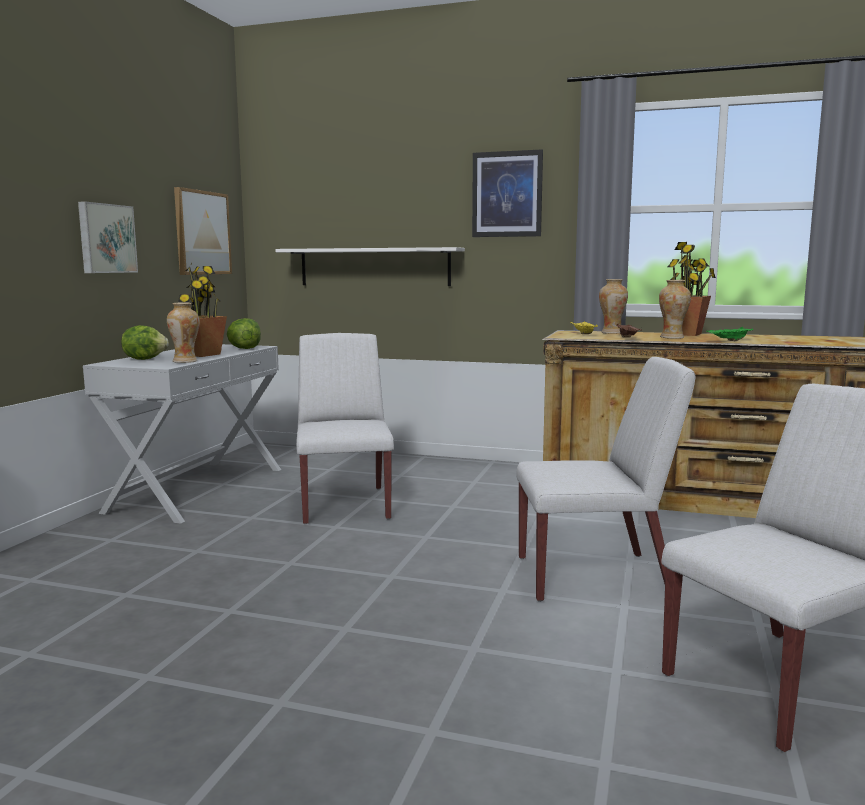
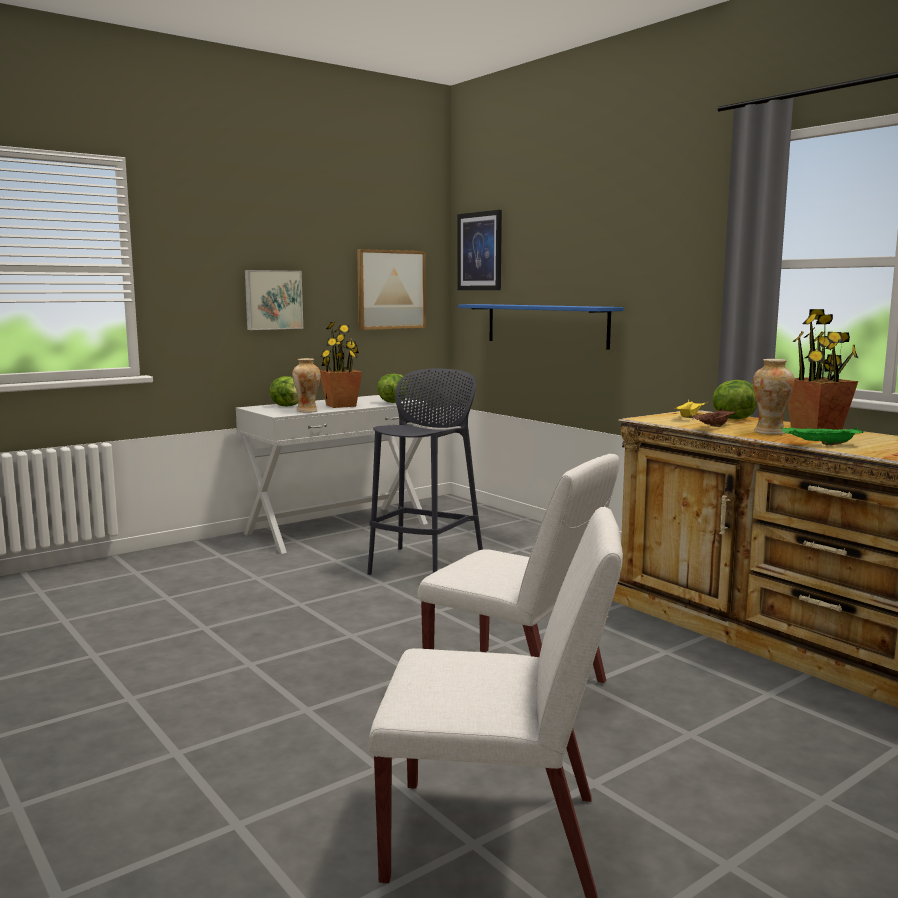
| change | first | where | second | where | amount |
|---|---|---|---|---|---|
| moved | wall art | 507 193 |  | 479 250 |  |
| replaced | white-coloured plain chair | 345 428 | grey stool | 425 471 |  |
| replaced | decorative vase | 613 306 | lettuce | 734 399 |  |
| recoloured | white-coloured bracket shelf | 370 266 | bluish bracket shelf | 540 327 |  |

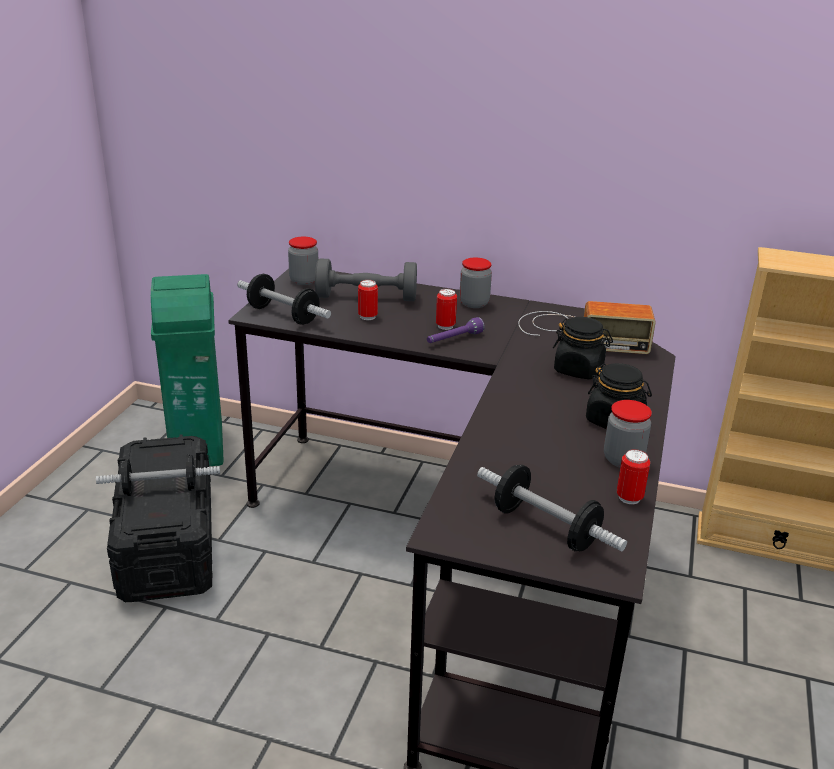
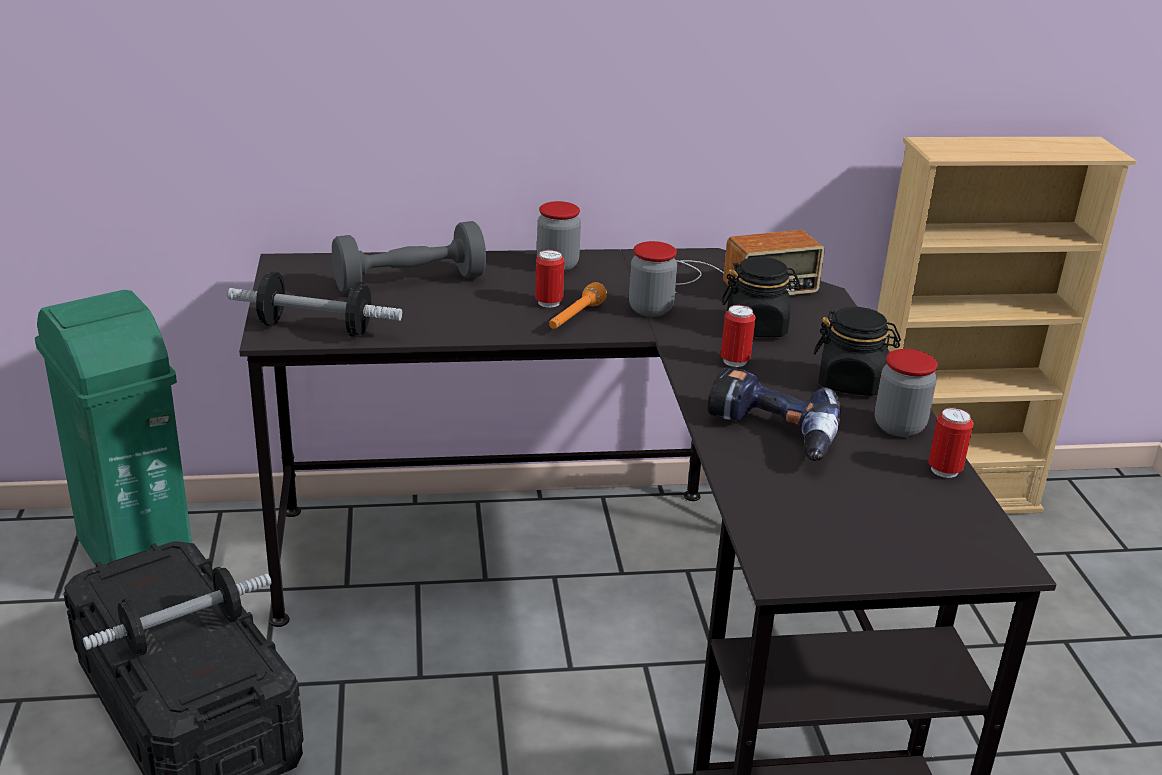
| change | first | where | second | where | amount |
|---|---|---|---|---|---|
| removed | free weight | 552 508 |  |  |  |
| added |  |  | drill | 774 414 |  |
| moved | preserve jar | 303 261 |  | 653 279 |  |
| moved | metal can | 368 300 |  | 738 336 |  |
| recoloured | purple-coloured torch | 456 330 | orange-coloured torch | 578 305 |  |

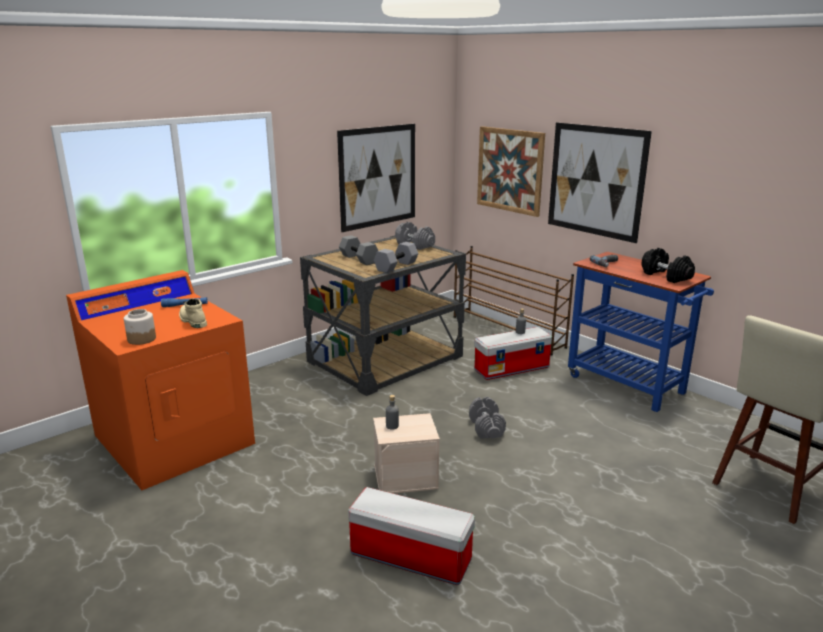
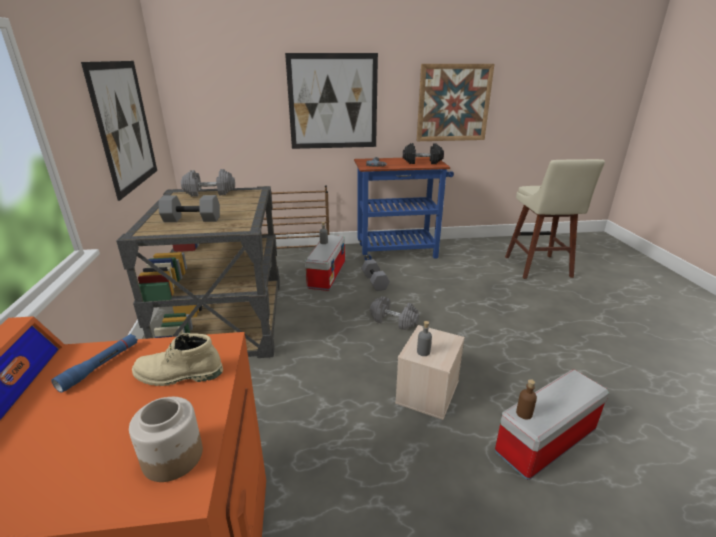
| change | first | where | second | where | amount |
|---|---|---|---|---|---|
| added |  |  | brown drink bottle | 526 399 |  |
| moved | grey free weight | 396 257 |  | 375 275 |  |
| moved | wall art | 511 171 |  | 455 102 |  |

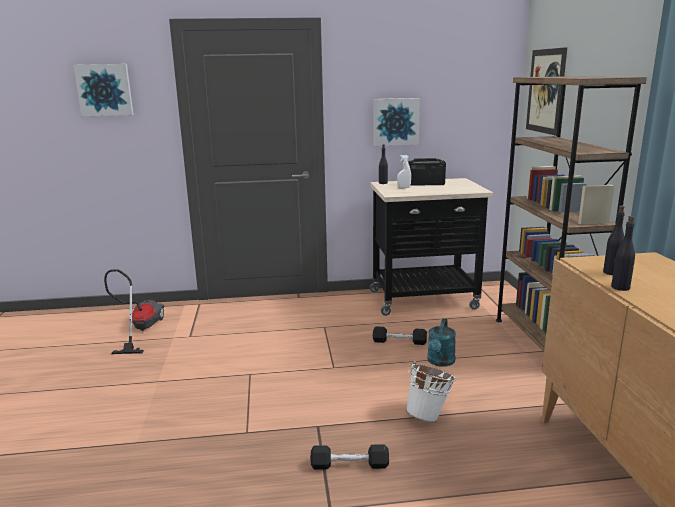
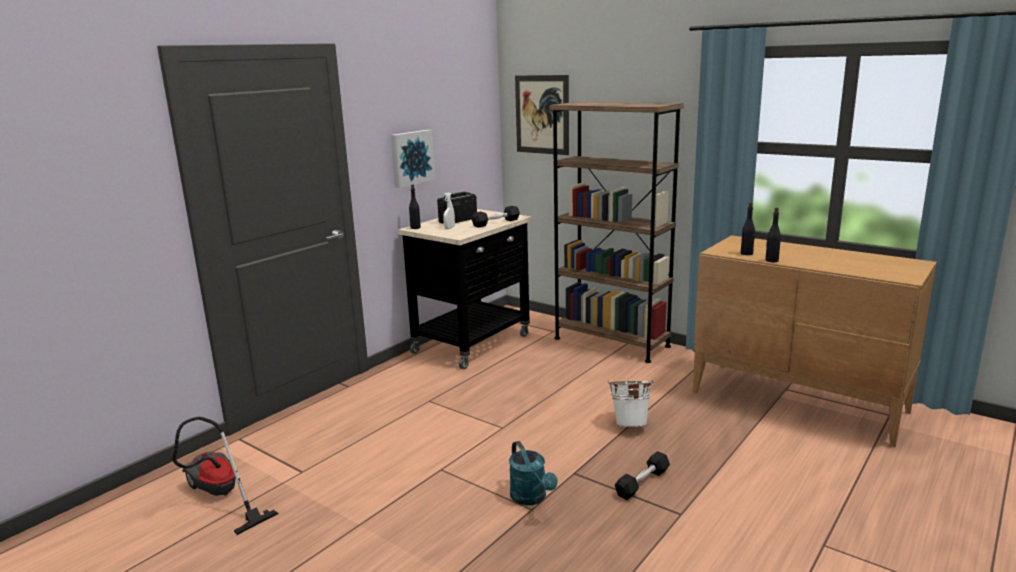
| change | first | where | second | where | amount |
|---|---|---|---|---|---|
| removed | wall art | 104 90 |  |  |  |
| moved | black free weight | 400 335 |  | 496 217 |  |
| moved | turquoise sprinkling can | 441 342 |  | 533 473 |  |

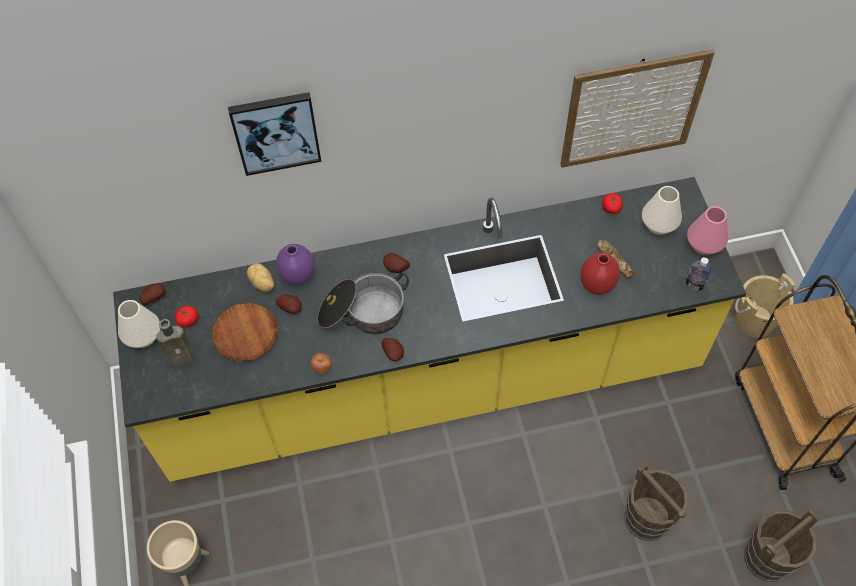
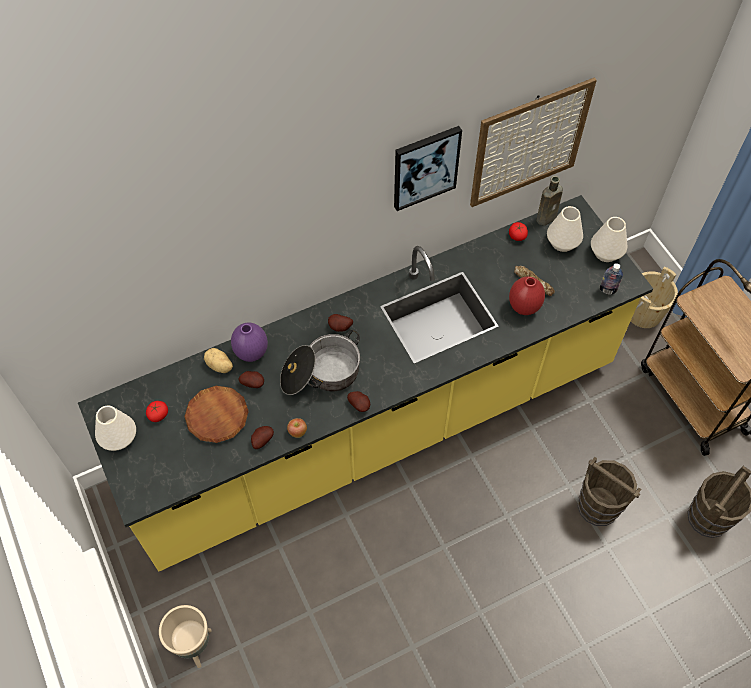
| change | first | where | second | where | amount |
|---|---|---|---|---|---|
| moved | spud | 152 294 |  | 262 437 |  |
| moved | brown drink bottle | 176 343 |  | 550 201 |  |
| moved | wall art | 274 134 |  | 428 168 |  |
| recoloured | pink-coloured decorative vase | 707 230 | white-coloured decorative vase | 609 239 |  |

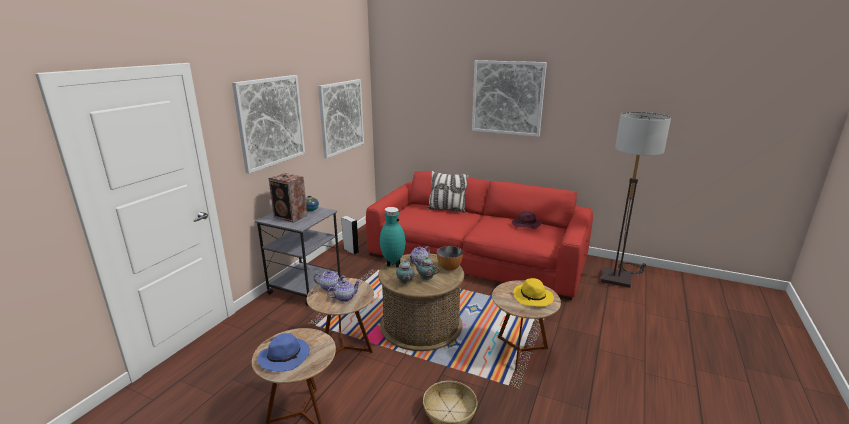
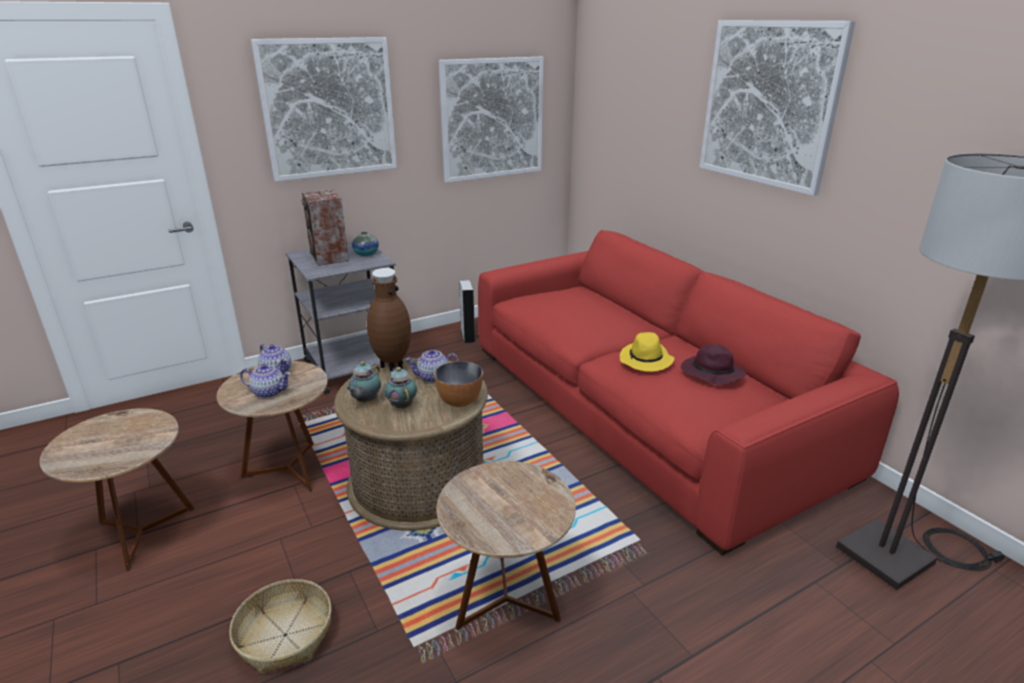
| change | first | where | second | where | amount |
|---|---|---|---|---|---|
| removed | bluish wearable hat | 284 352 |  |  |  |
| removed | pillow | 448 192 |  |  |  |
| moved | yellowish wearable hat | 533 292 |  | 647 352 |  |
| recoloured | turquoise decorative vase | 393 237 | brown decorative vase | 389 321 |  |

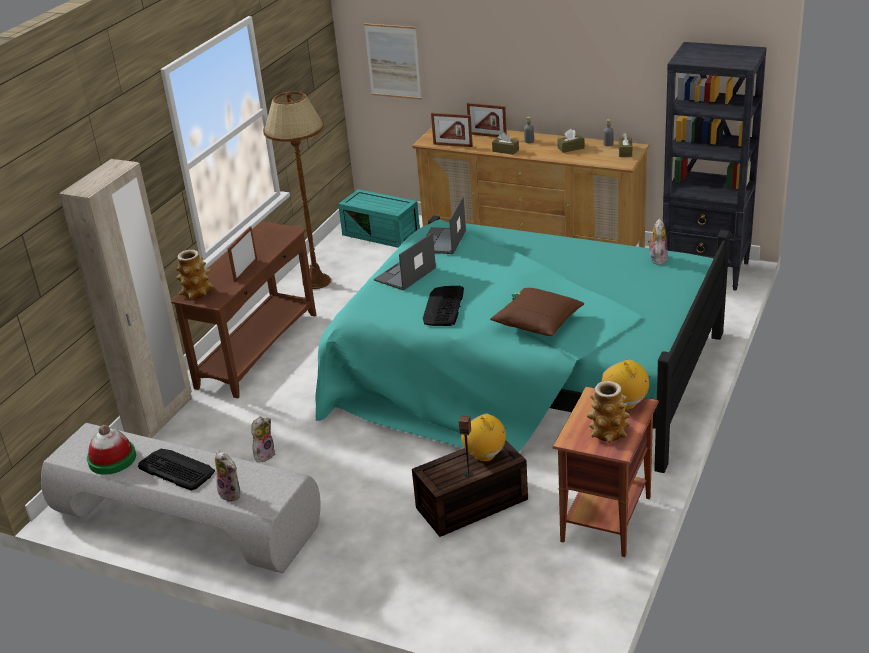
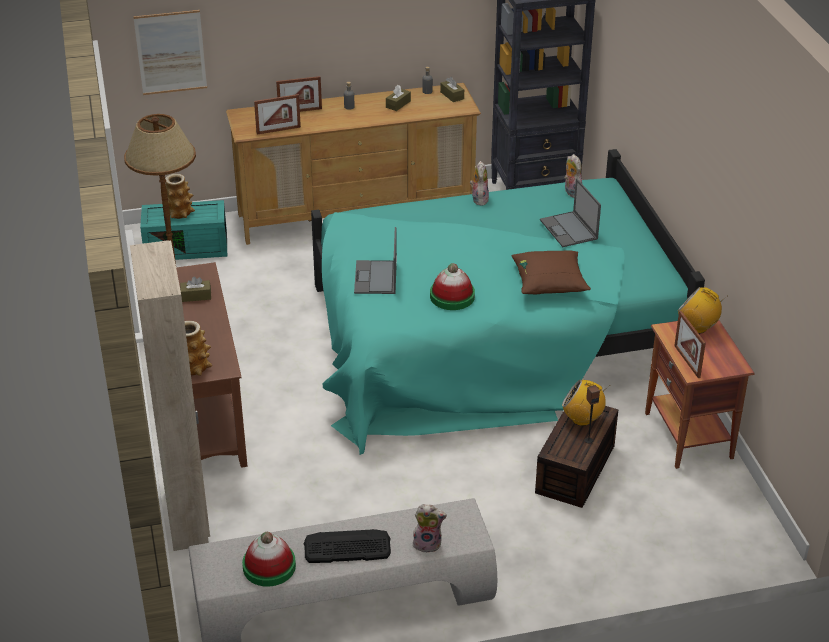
| change | first | where | second | where | amount |
|---|---|---|---|---|---|
| moved | photo frame | 242 254 |  | 690 344 |  |
| moved | soft toy | 263 439 |  | 479 183 |  |
| moved | laptop | 445 225 |  | 570 212 |  |
| moved | brown tissue holder | 505 143 |  | 195 289 |  |
| moved | decorative vase | 608 412 |  | 180 196 |  |
| replaced | PC keyboard | 443 306 | wearable hat | 452 286 |  |

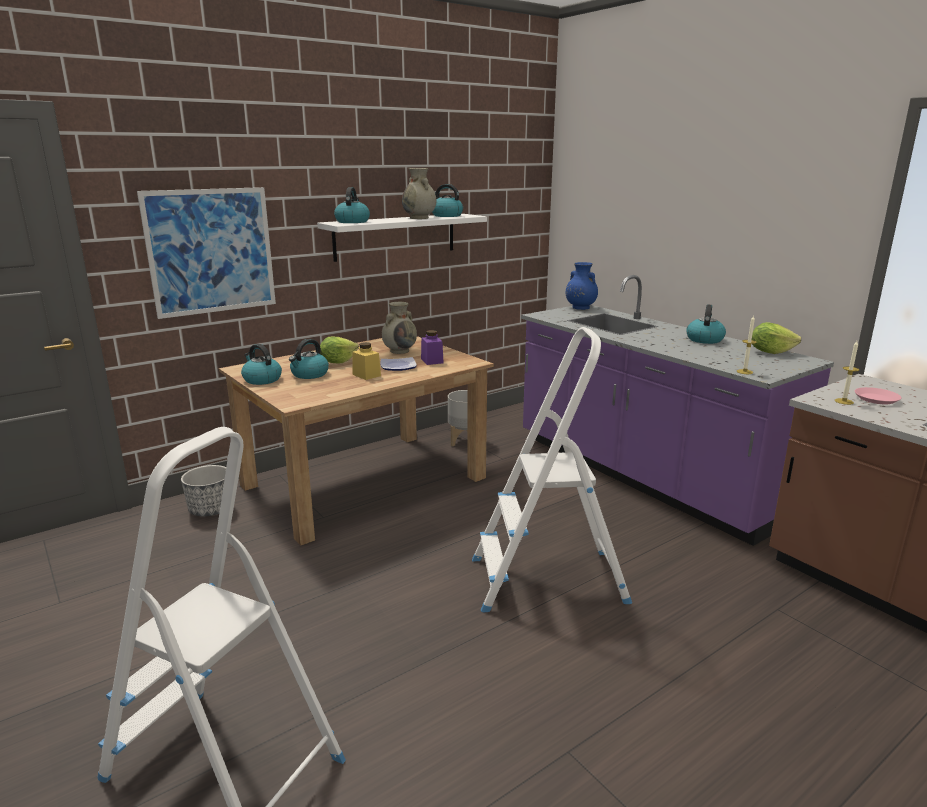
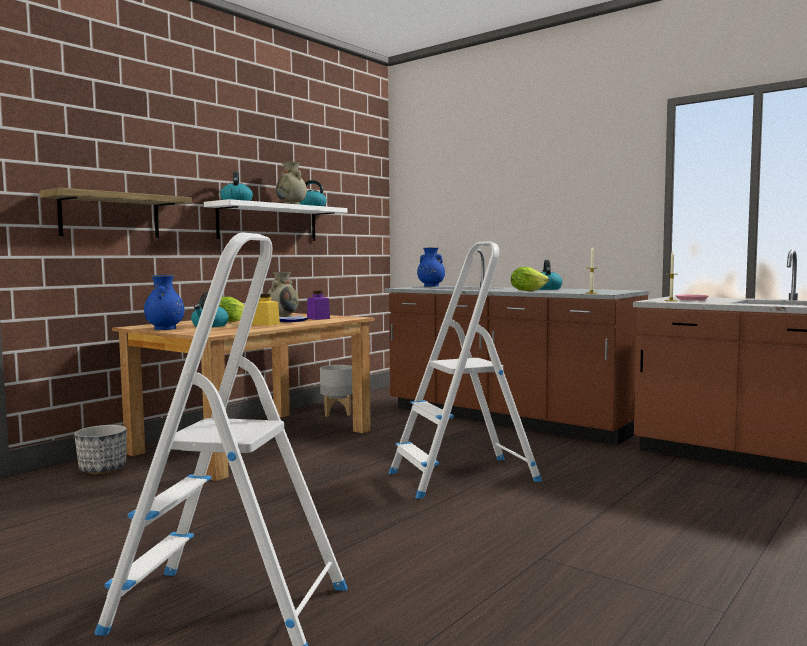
| change | first | where | second | where | amount |
|---|---|---|---|---|---|
| moved | lettuce | 776 338 |  | 530 279 |  |
| replaced | wall art | 206 253 | bracket shelf | 115 213 |  |
| replaced | tea kettle | 261 364 | bluish decorative vase | 164 302 |  |
| recoloured | purple-coloured kitchen counter | 677 410 | brown kitchen counter | 517 347 |  |

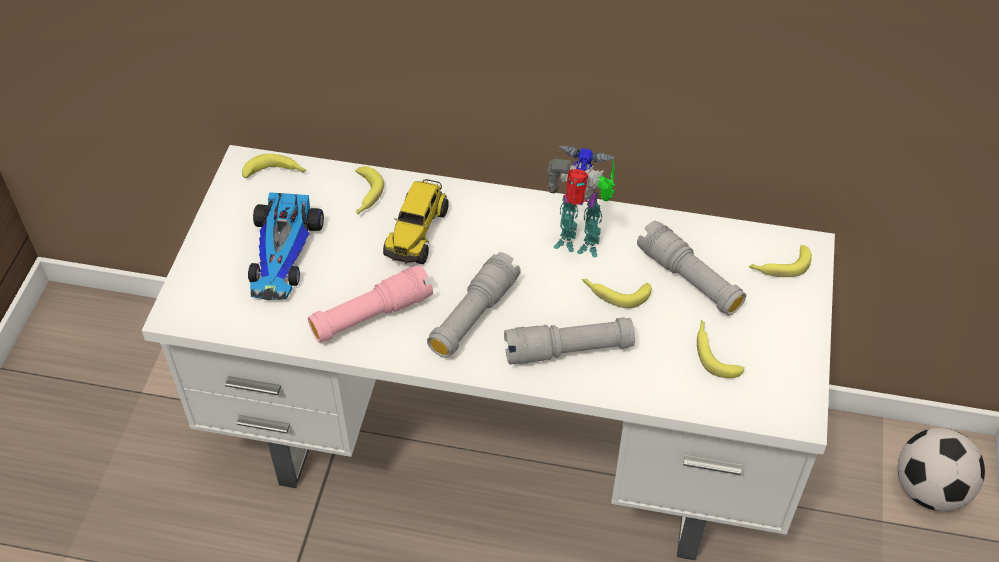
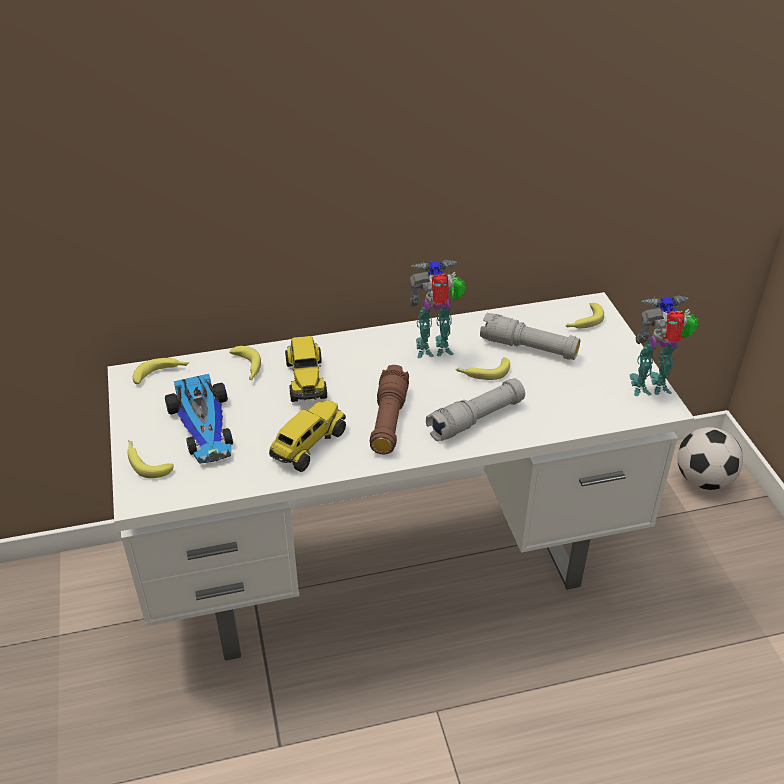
| change | first | where | second | where | amount |
|---|---|---|---|---|---|
| added |  |  | robot figure | 664 345 |  |
| moved | banana fruit | 721 349 |  | 150 459 |  |
| replaced | pink-coloured torch | 370 304 | toy truck | 307 436 |  |
| recoloured | grey torch | 474 305 | brown torch | 389 409 |  |

